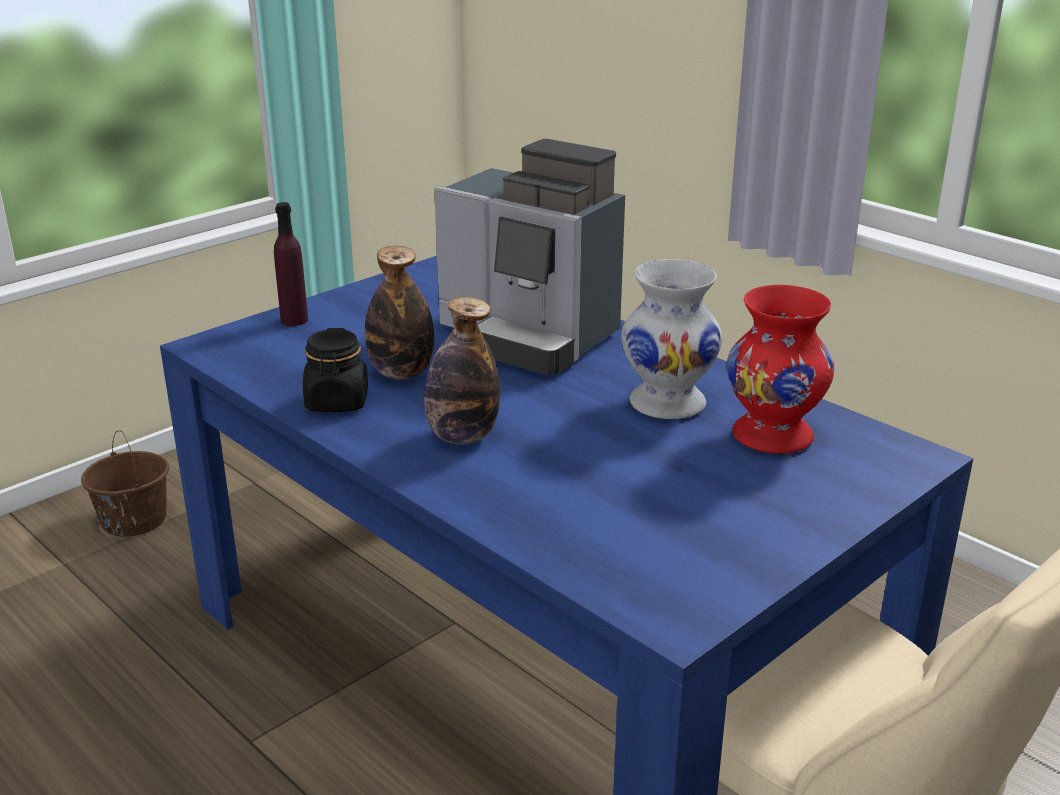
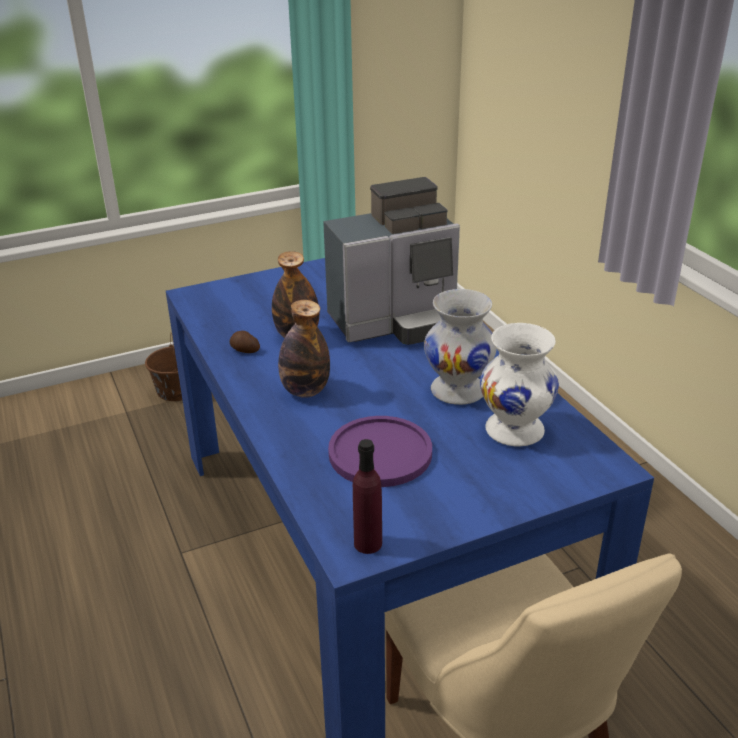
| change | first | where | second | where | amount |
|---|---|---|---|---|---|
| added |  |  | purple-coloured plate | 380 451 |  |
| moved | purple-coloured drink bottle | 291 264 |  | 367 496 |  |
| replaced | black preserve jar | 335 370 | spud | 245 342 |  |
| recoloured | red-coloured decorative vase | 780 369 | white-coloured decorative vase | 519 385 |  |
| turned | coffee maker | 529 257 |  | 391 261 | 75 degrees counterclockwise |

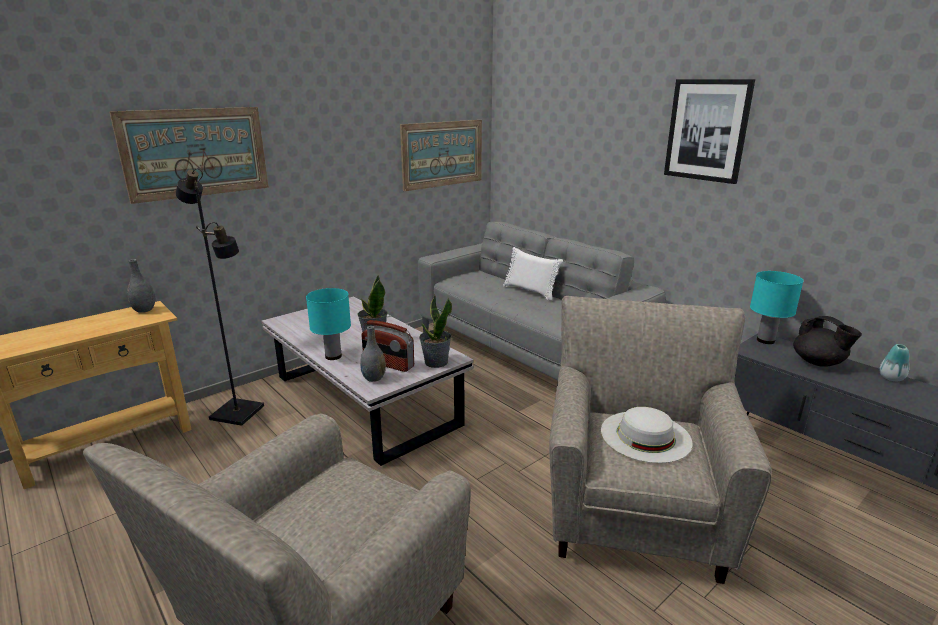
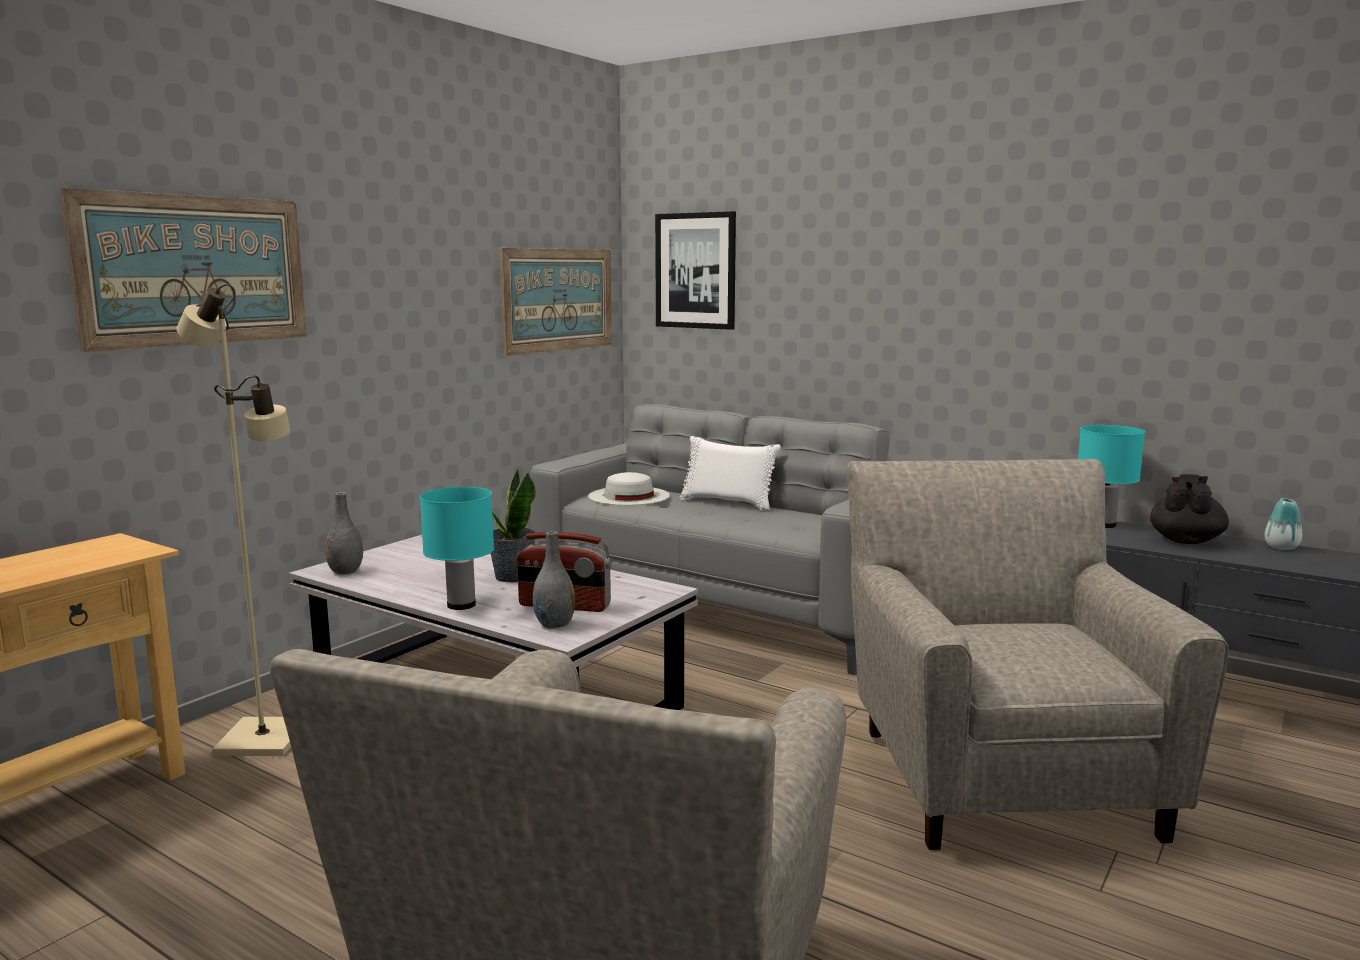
| change | first | where | second | where | amount |
|---|---|---|---|---|---|
| removed | houseplant | 435 331 |  |  |  |
| moved | grey decorative vase | 141 286 |  | 344 533 |  |
| moved | white-coloured wearable hat | 647 435 |  | 629 488 |  |
| moved | wall art | 709 131 |  | 695 270 |  |
| recoloured | black floor lamp | 220 297 | beige-coloured floor lamp | 234 520 |  |
| turned | black teapot | 827 341 |  | 1189 509 | 105 degrees counterclockwise |

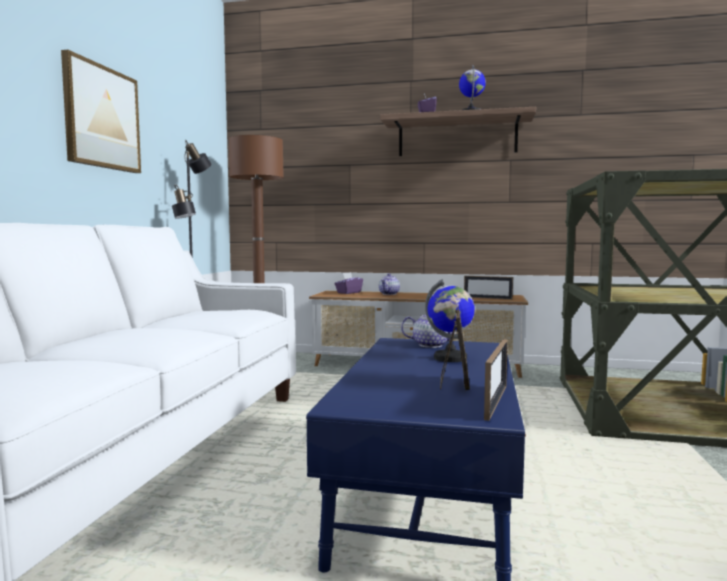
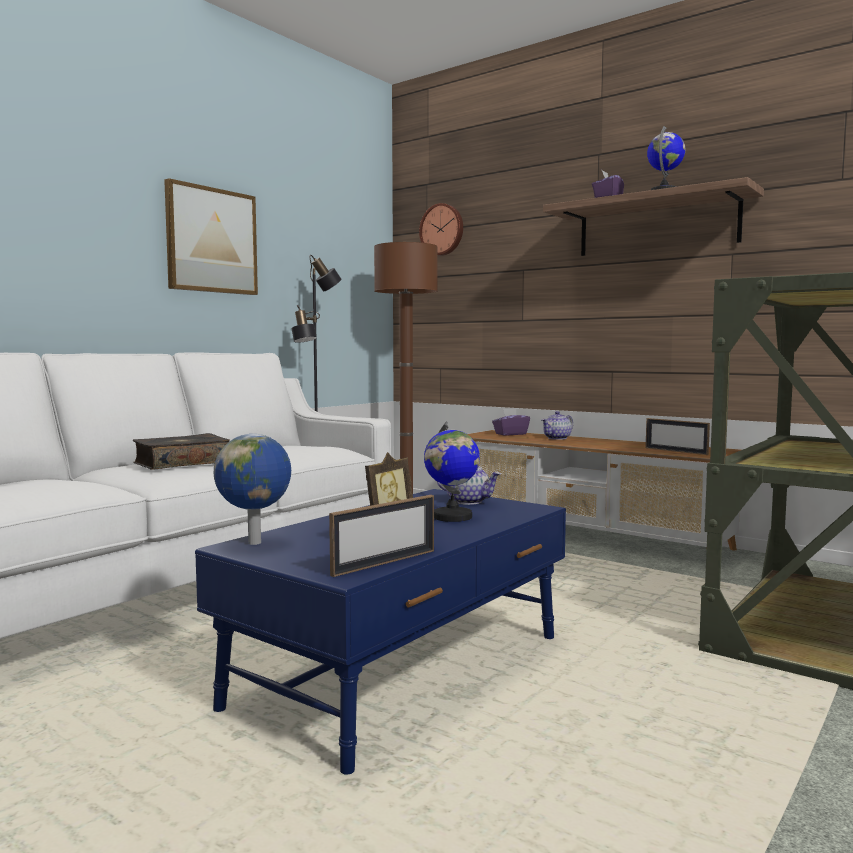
| change | first | where | second | where | amount |
|---|---|---|---|---|---|
| added |  |  | volume | 181 451 |  |
| added |  |  | desk globe | 252 489 |  |
| added |  |  | hanging clock | 441 229 |  |

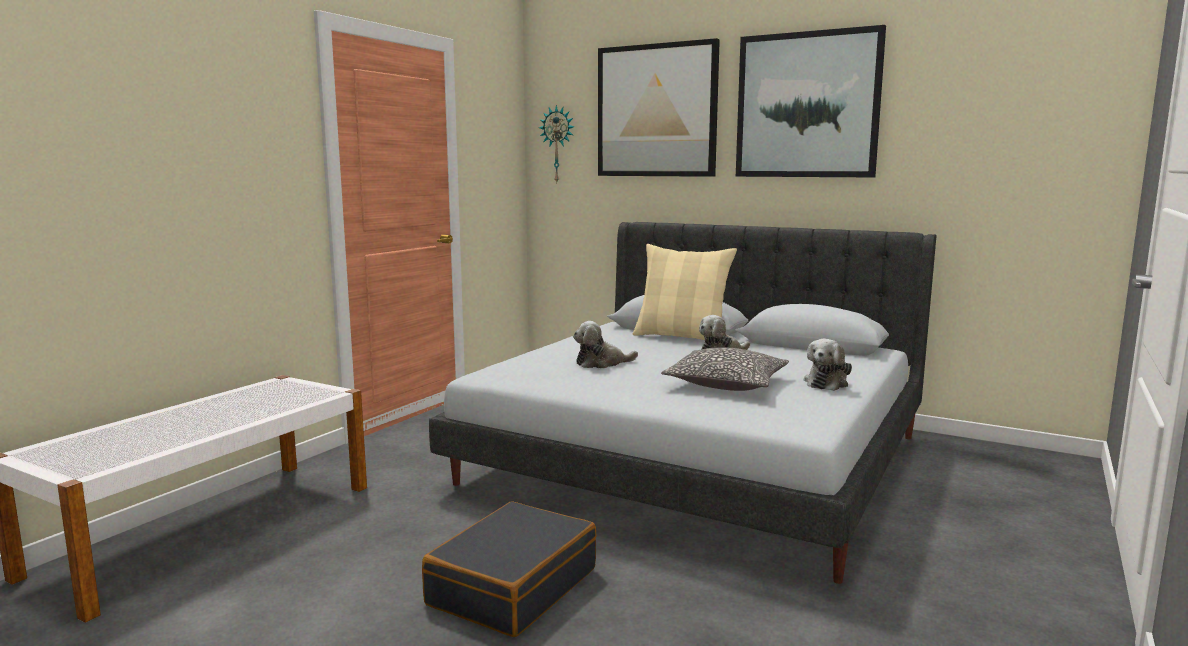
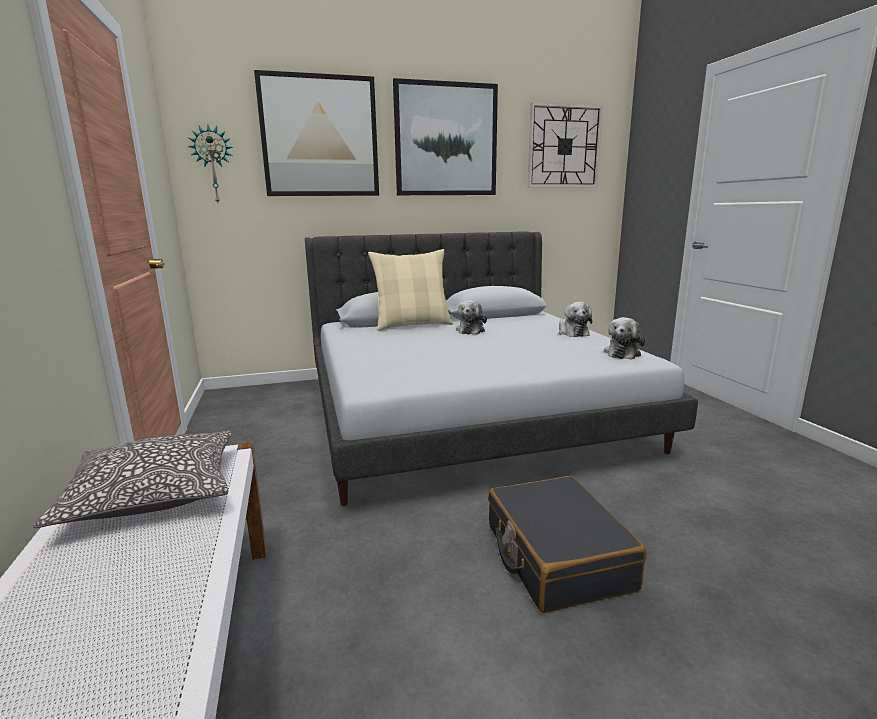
| change | first | where | second | where | amount |
|---|---|---|---|---|---|
| added |  |  | hanging clock | 565 144 |  |
| moved | soft toy | 605 344 |  | 625 338 |  |
| moved | pillow | 725 369 |  | 132 479 |  |

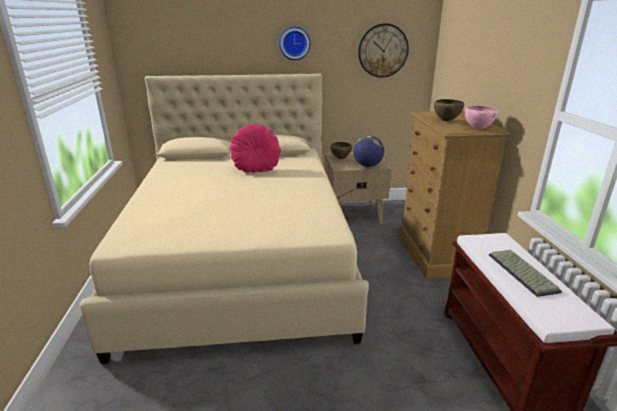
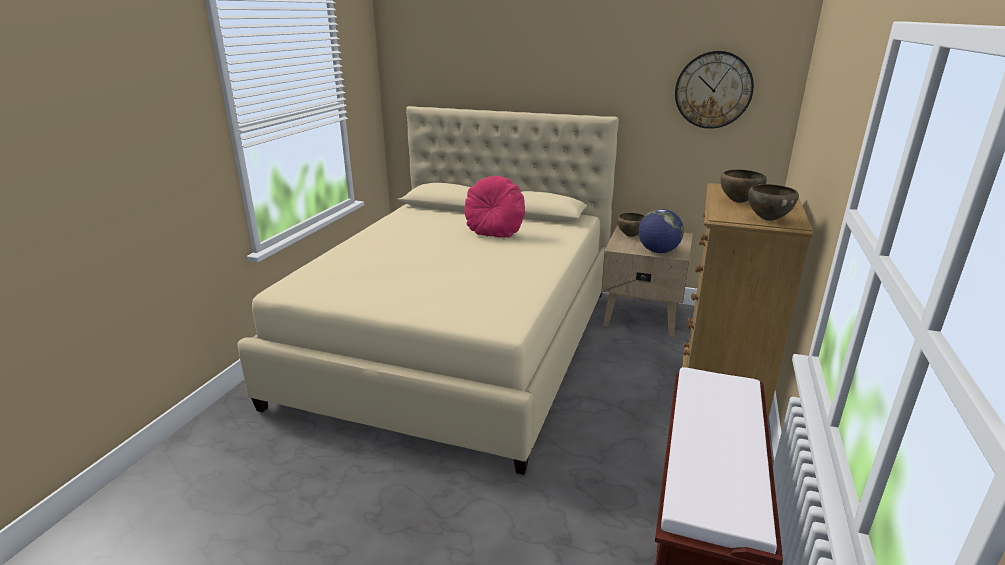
| change | first | where | second | where | amount |
|---|---|---|---|---|---|
| removed | hanging clock | 295 43 |  |  |  |
| removed | PC keyboard | 525 273 |  |  |  |
| recoloured | pink-coloured serving bowl | 481 117 | brown serving bowl | 773 202 |  |

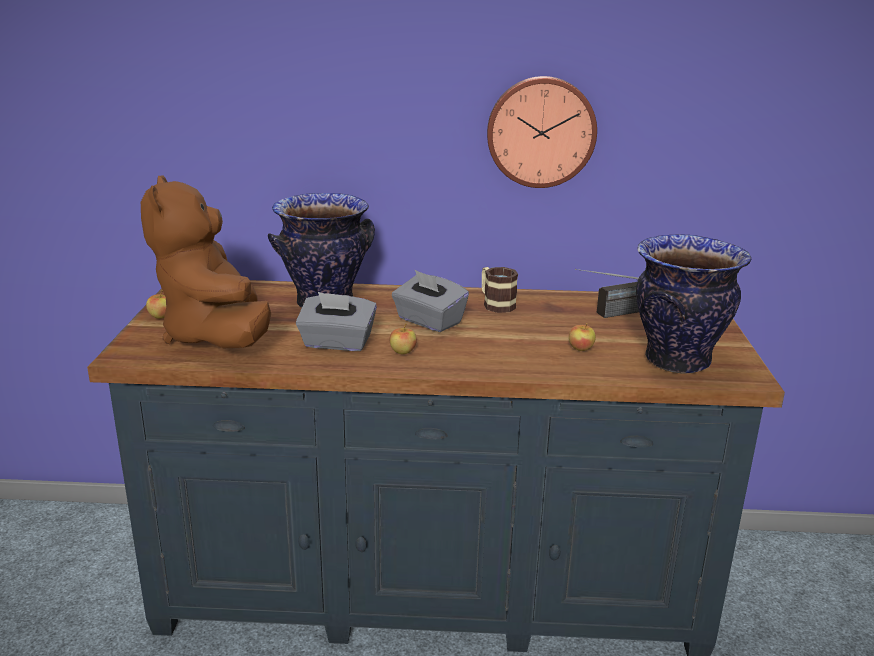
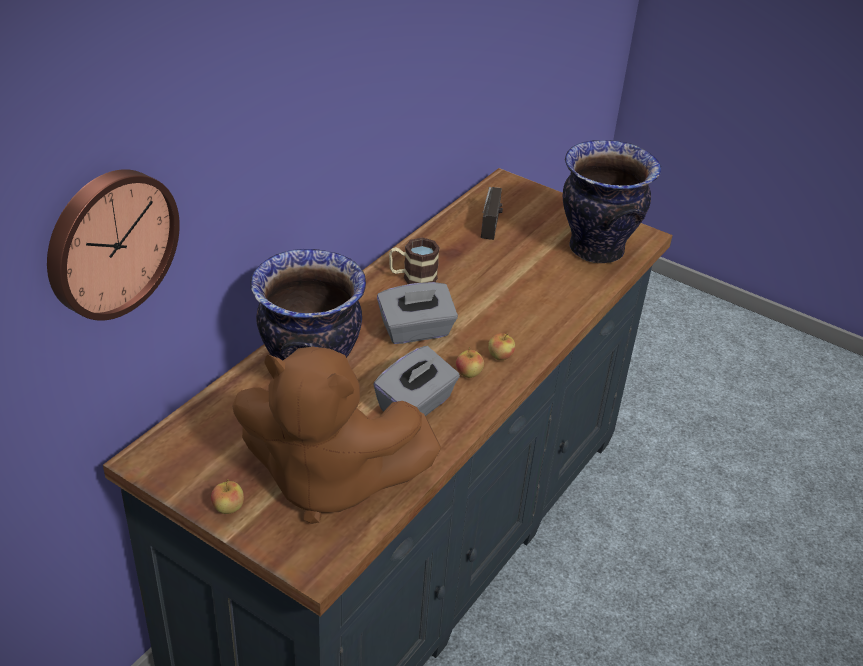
| change | first | where | second | where | amount |
|---|---|---|---|---|---|
| moved | hanging clock | 542 132 |  | 113 245 |  |
| moved | apple | 582 337 |  | 501 346 |  |

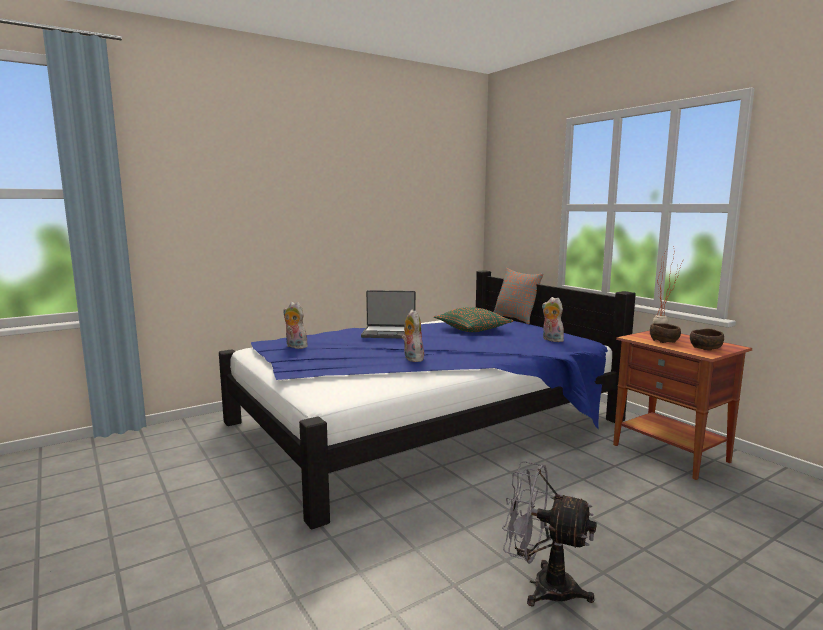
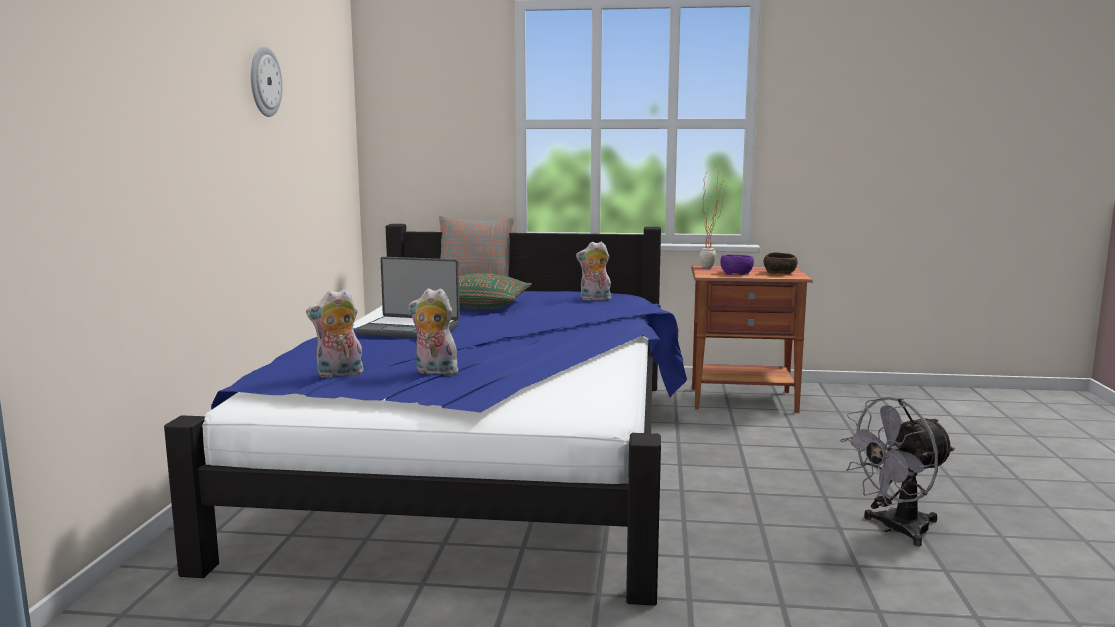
| change | first | where | second | where | amount |
|---|---|---|---|---|---|
| added |  |  | hanging clock | 266 81 |  |
| moved | soft toy | 413 336 |  | 433 332 |  |
| recoloured | brown serving bowl | 665 333 | purple-coloured serving bowl | 737 264 |  |
| turned | laptop | 388 314 |  | 407 297 | 60 degrees clockwise |

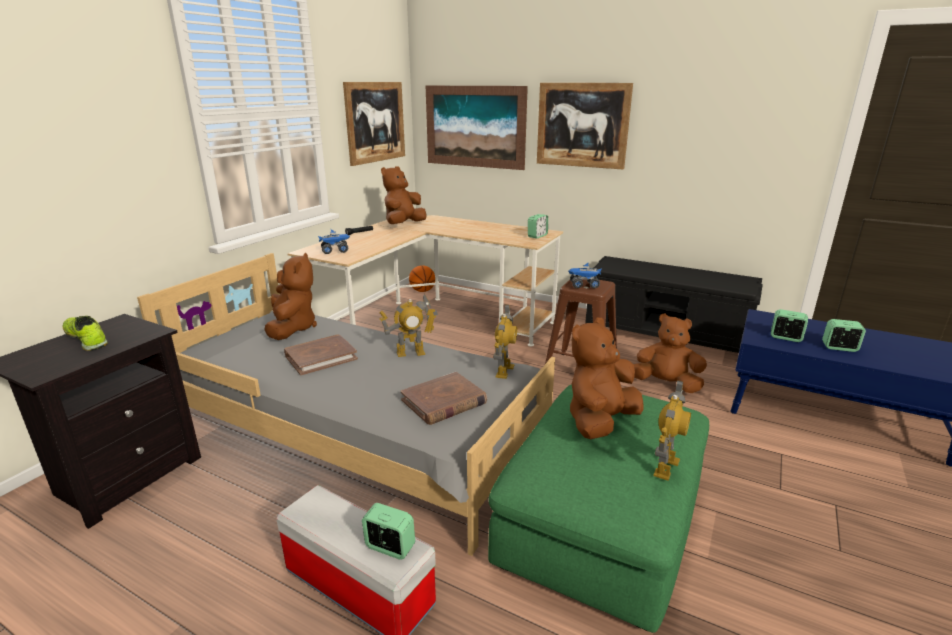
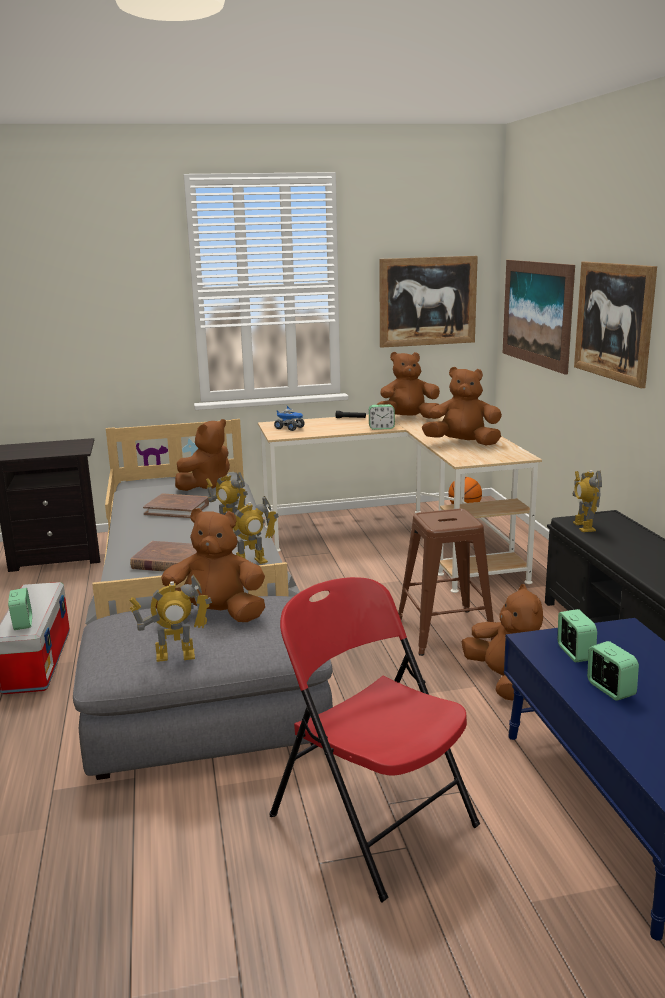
| change | first | where | second | where | amount |
|---|---|---|---|---|---|
| removed | low shoe | 85 333 |  |  |  |
| removed | toy truck | 585 275 |  |  |  |
| added |  |  | red-coloured plain chair | 375 740 |  |
| added |  |  | brown soft toy | 462 406 |  |
| added |  |  | robot figure | 587 501 |  |
| moved | table clock | 538 226 |  | 382 417 |  |
| recoloured | green-coloured pouffe | 598 508 | grey pouffe | 203 688 |  |

